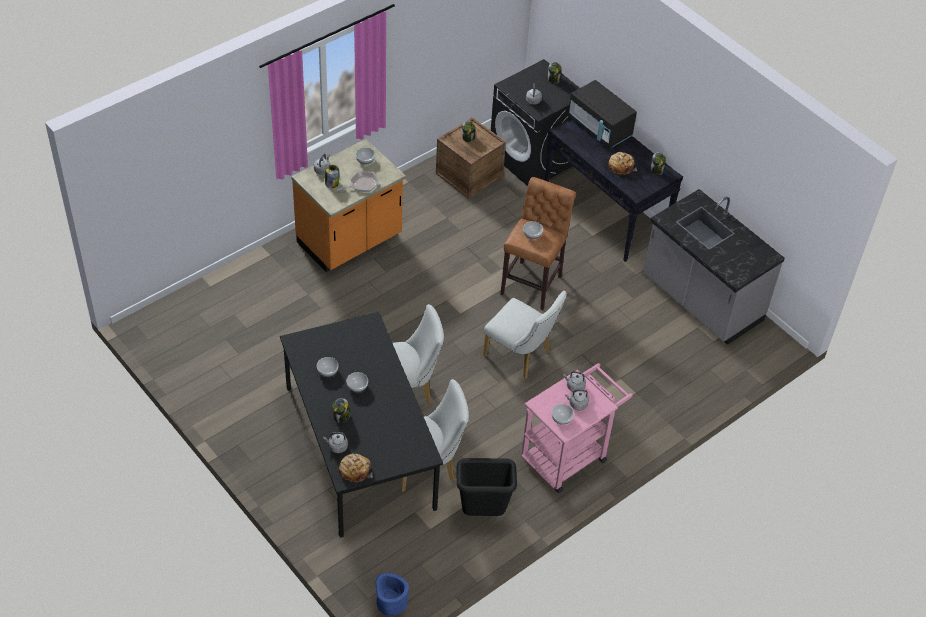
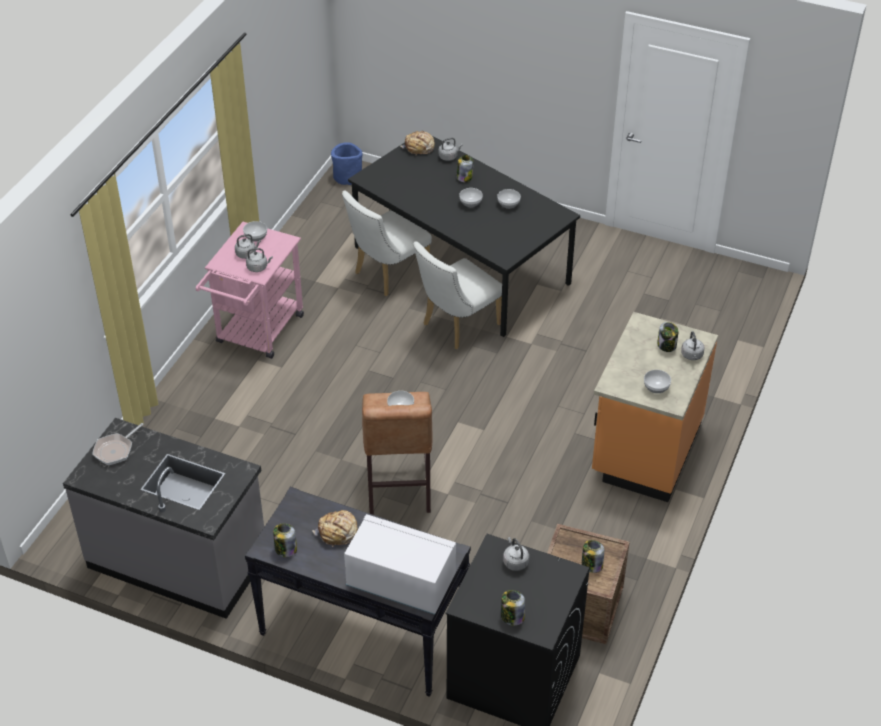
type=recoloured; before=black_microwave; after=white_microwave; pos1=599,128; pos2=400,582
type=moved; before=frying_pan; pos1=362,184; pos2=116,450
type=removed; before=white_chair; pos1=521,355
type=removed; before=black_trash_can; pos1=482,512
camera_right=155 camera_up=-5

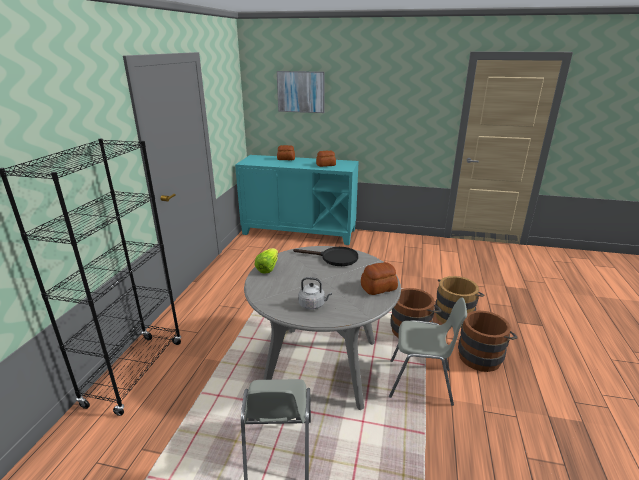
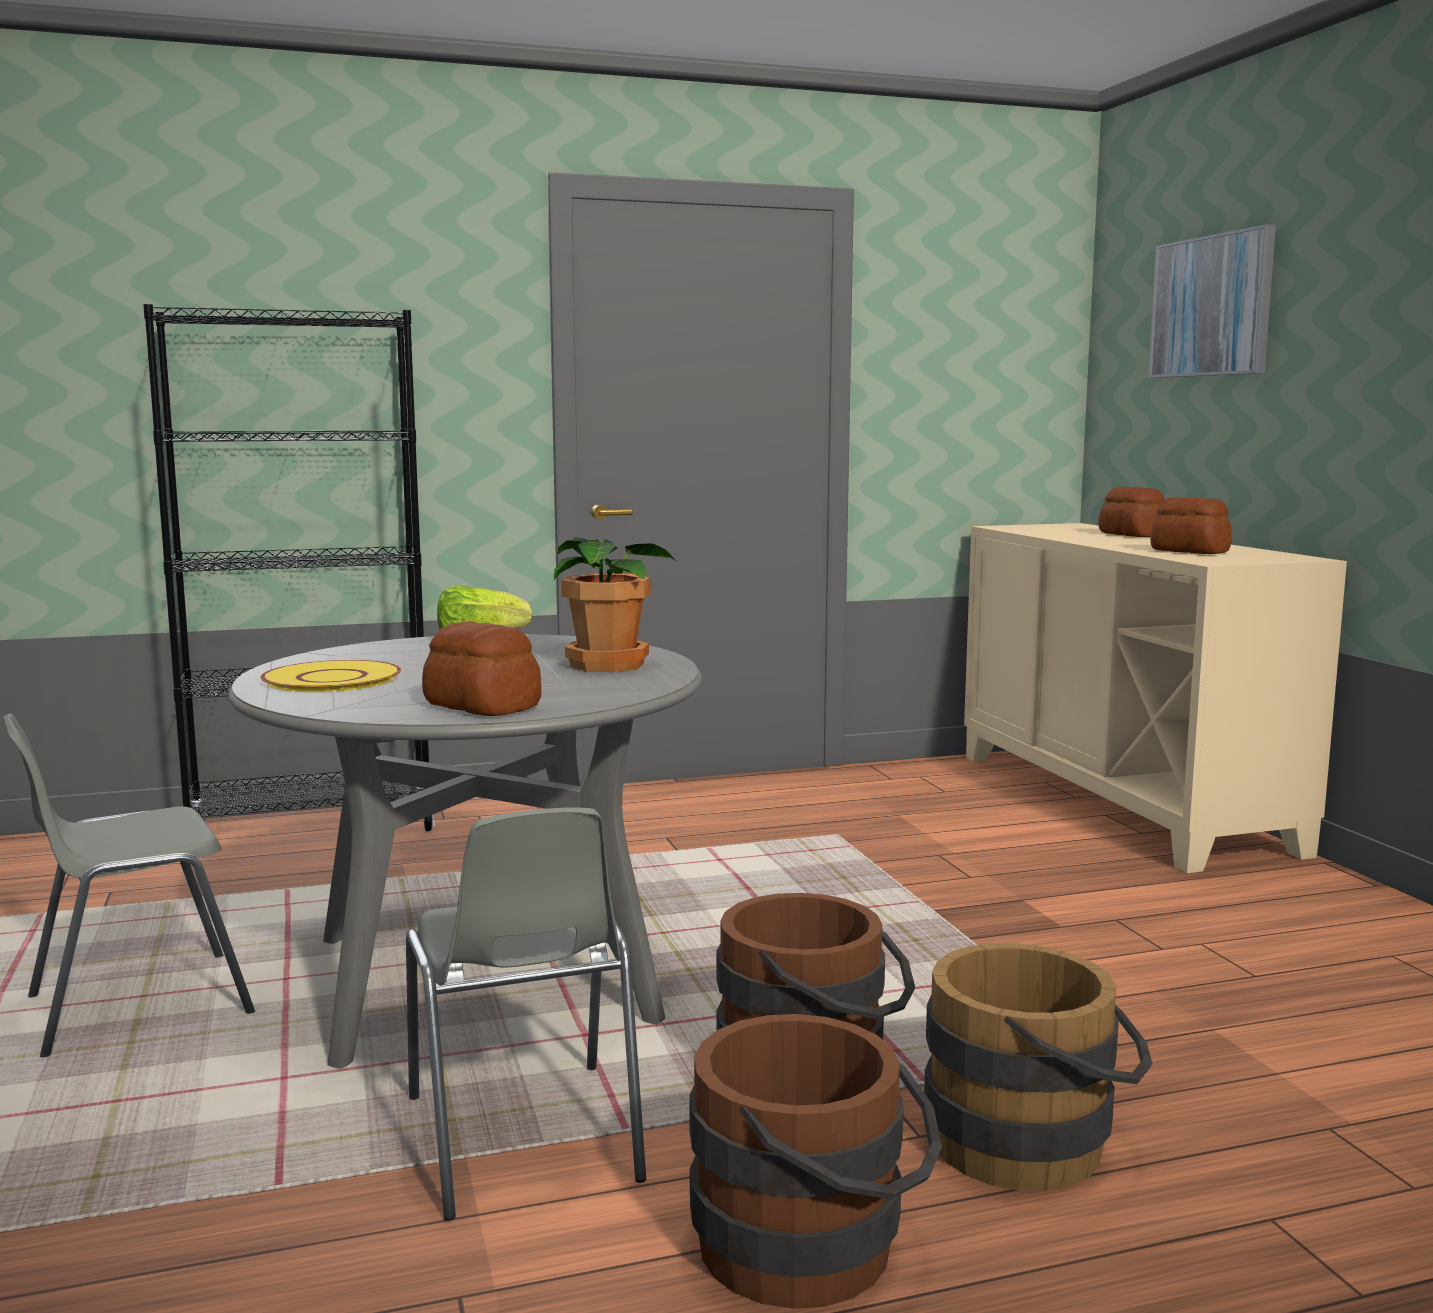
type=recoloured; before=turquoise_cabinet; after=beige_cabinet; pos1=299,231; pos2=1121,801
type=replaced; before=black_frying_pan; after=potted_plant; pos1=334,258; pos2=609,664
type=replaced; before=grey_kettle; after=yellow_plate; pos1=313,305; pos2=333,679
camera_right=60 camera_up=-15

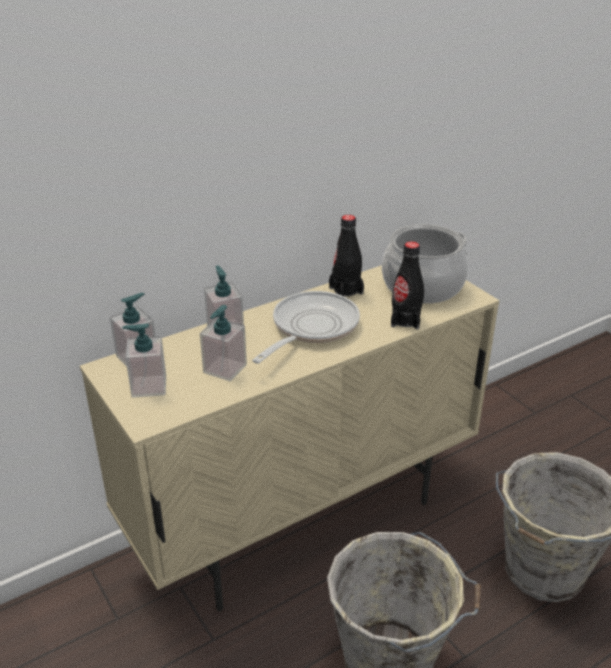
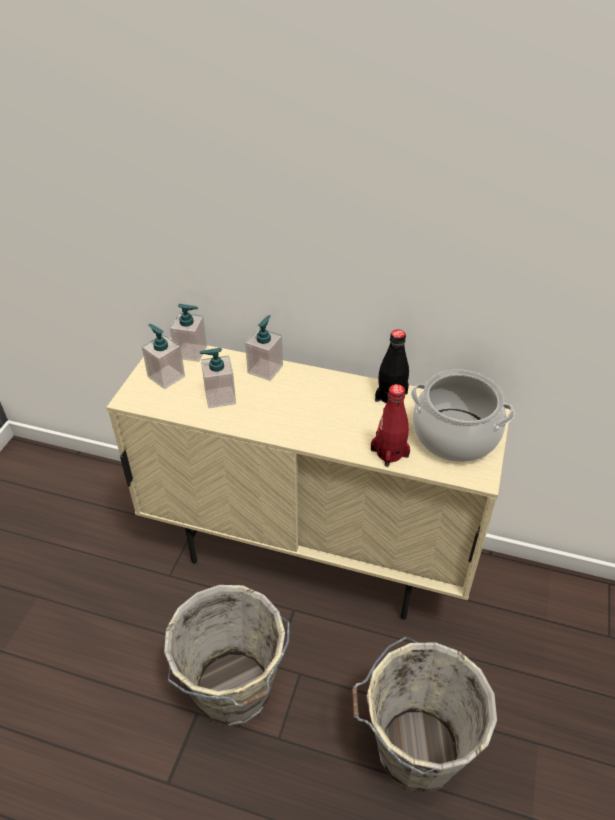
type=recoloured; before=black_bottle; after=red_bottle; pos1=405,320; pos2=389,453
type=removed; before=frying_pan; pos1=310,328
camera_right=50 camera_up=10

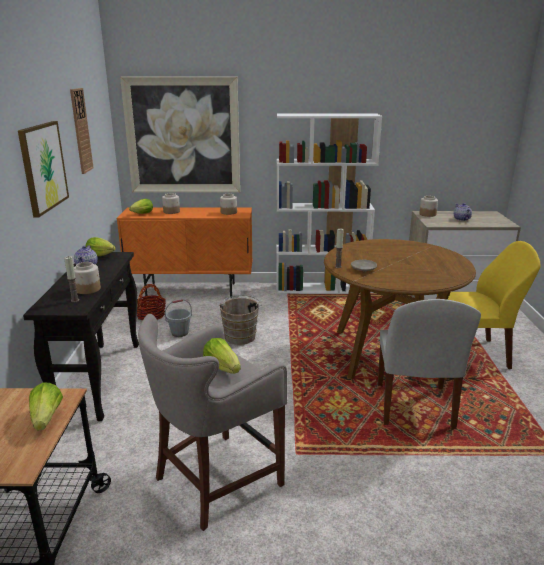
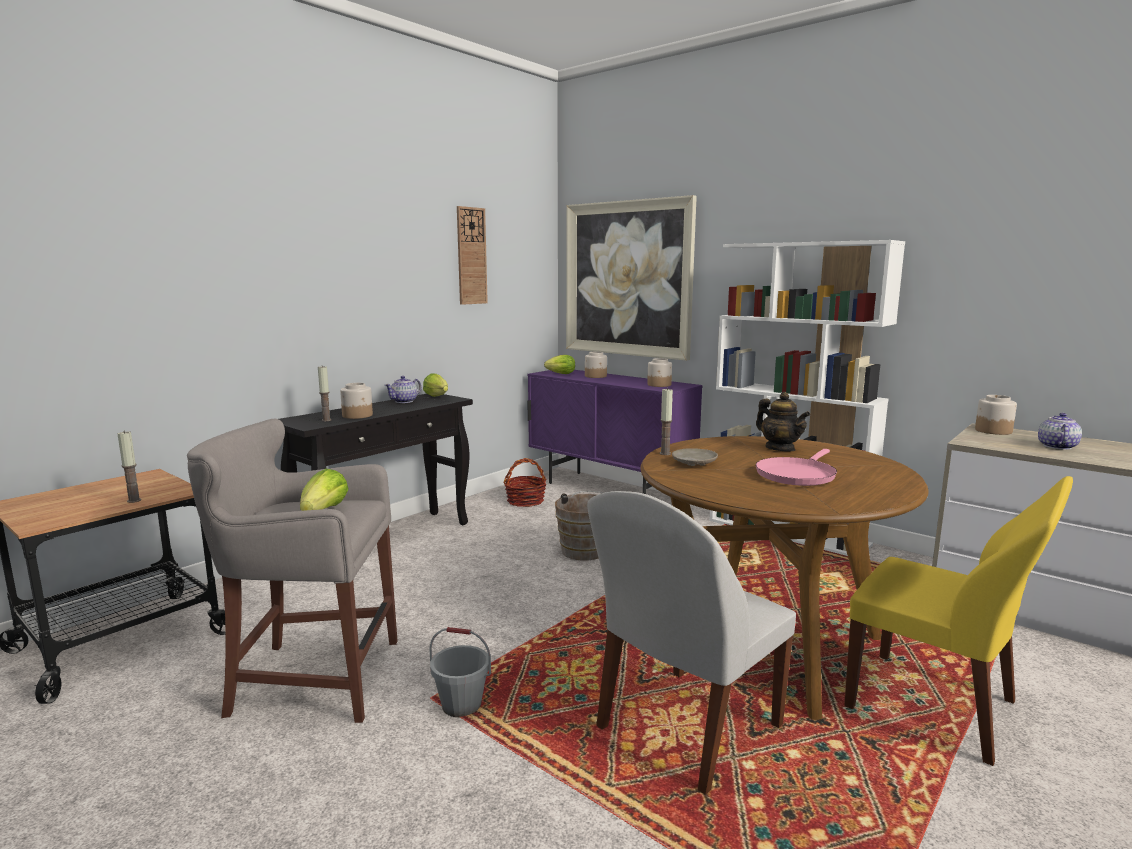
type=removed; before=picture; pos1=43,167
type=recoloured; before=orange_cabinet; after=purple_cabinet; pos1=191,290; pos2=609,489
type=moved; before=grey_bucket; pos1=180,333; pos2=462,705
type=replaced; before=lettuce; after=candle; pos1=46,418; pos2=134,500
type=added; after=teapot; pos2=780,448
type=added; after=pink_frying_pan; pos2=796,475
camera_right=40 camera_up=-10

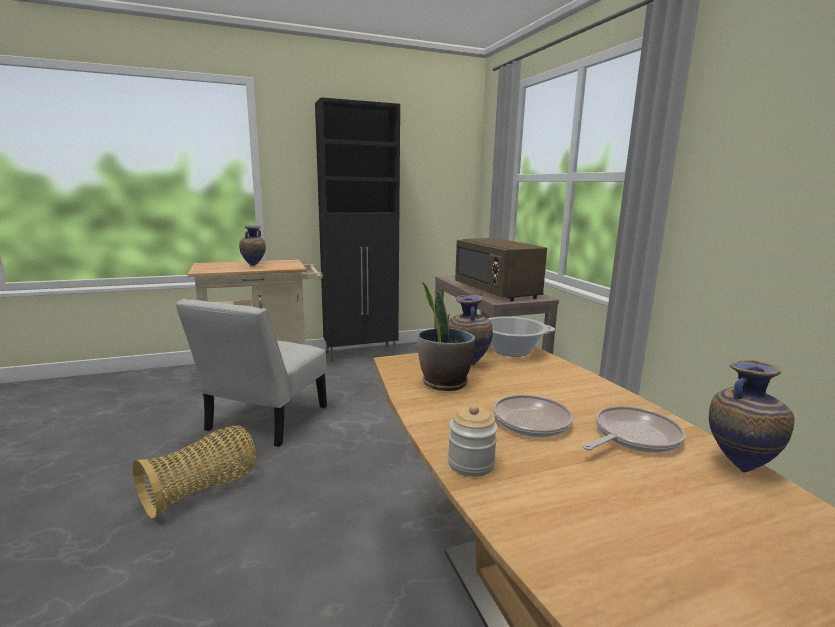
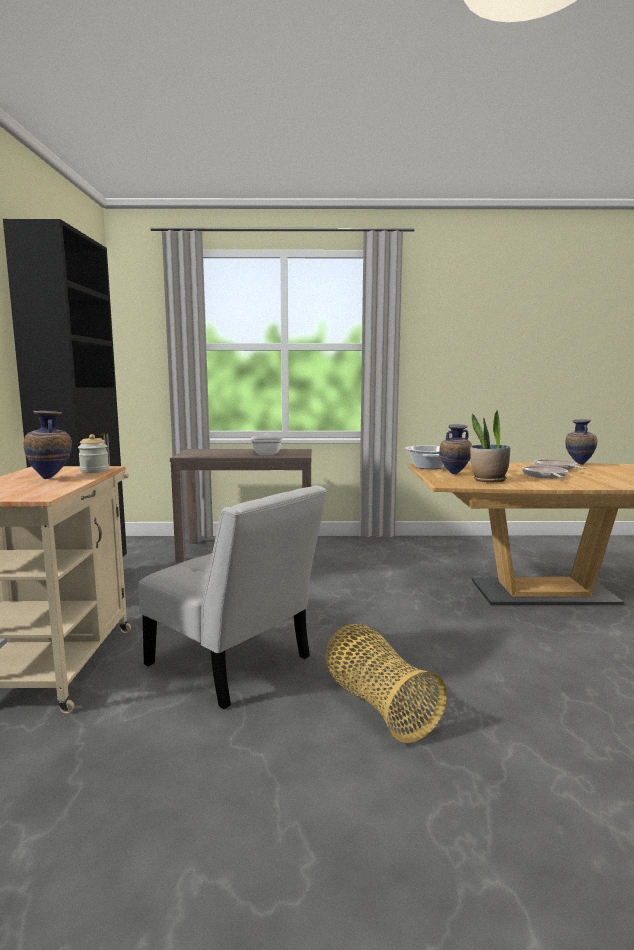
type=replaced; before=brown_microwave; after=frying_pan; pos1=497,291; pos2=267,453
type=moved; before=jar; pos1=471,463; pos2=94,471
camera_right=-70 camera_up=-5

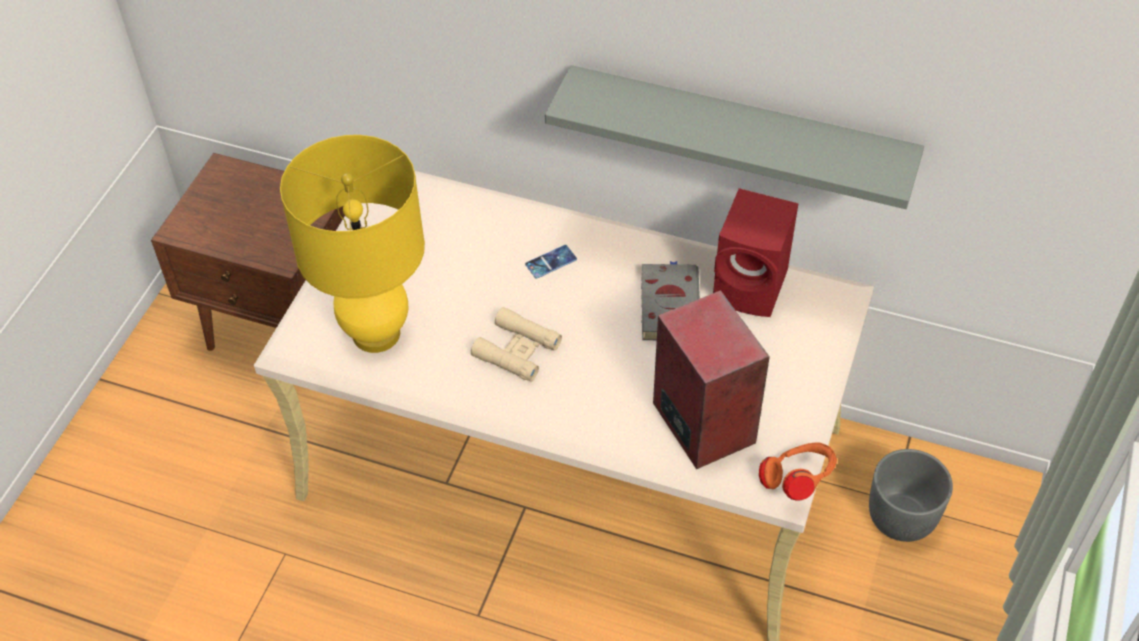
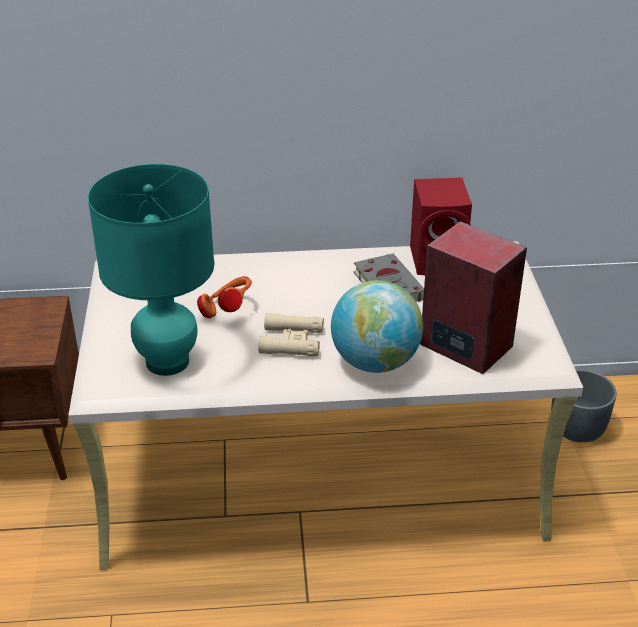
type=removed; before=grey_shelf; pos1=739,134
type=recoloured; before=yellow_table_lamp; after=turquoise_table_lamp; pos1=376,333; pos2=167,362
type=removed; before=phone; pos1=551,262
type=moved; before=orange_headphones; pos1=797,481; pos2=228,311
type=added; after=globe; pos2=375,362
camera_right=-25 camera_up=-15

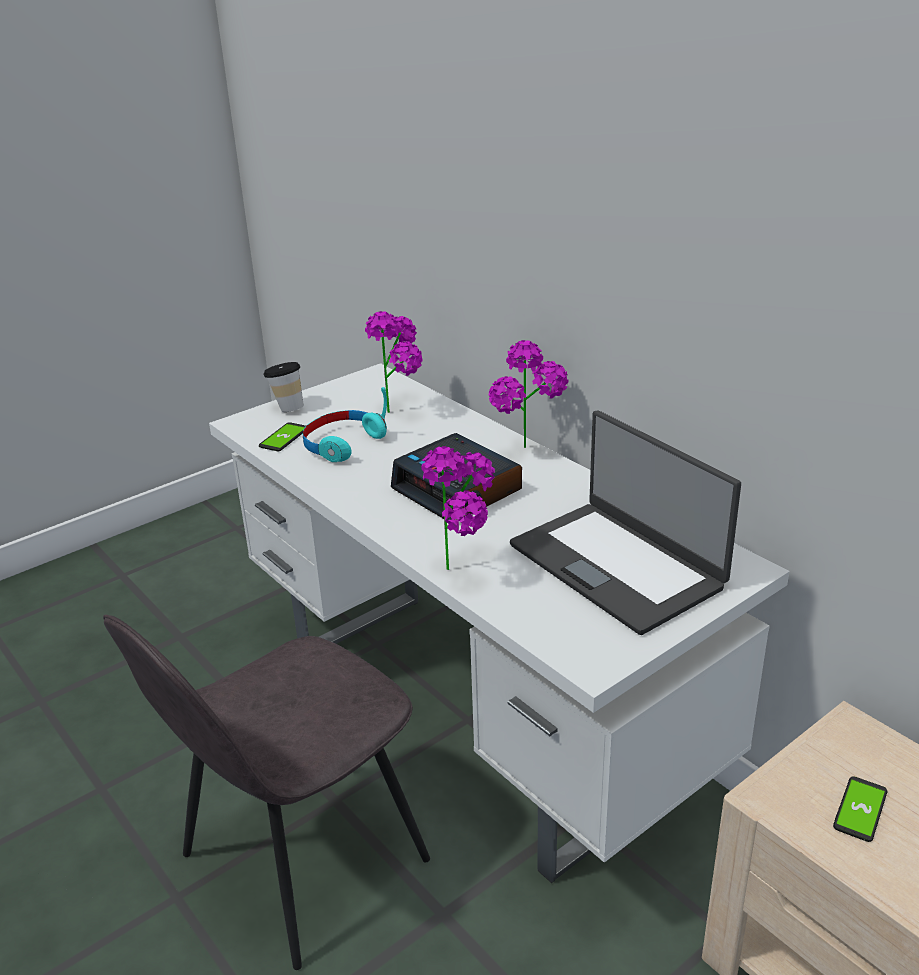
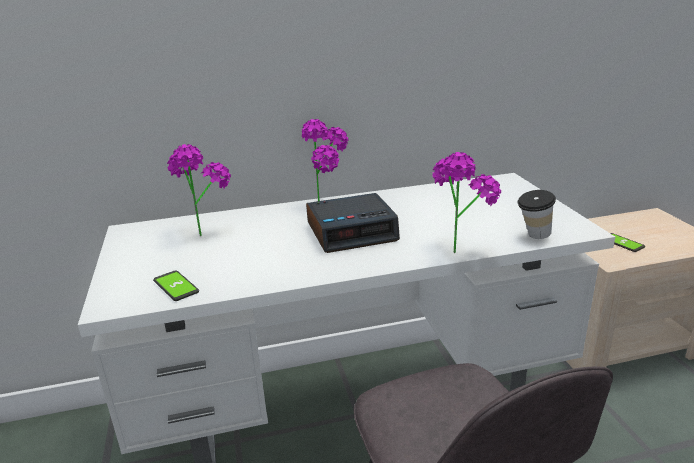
type=moved; before=cup; pos1=287,408; pos2=533,236
type=removed; before=turquoise_headphones; pos1=343,444
type=removed; before=laptop; pos1=617,565
camera_right=-65 camera_up=-5

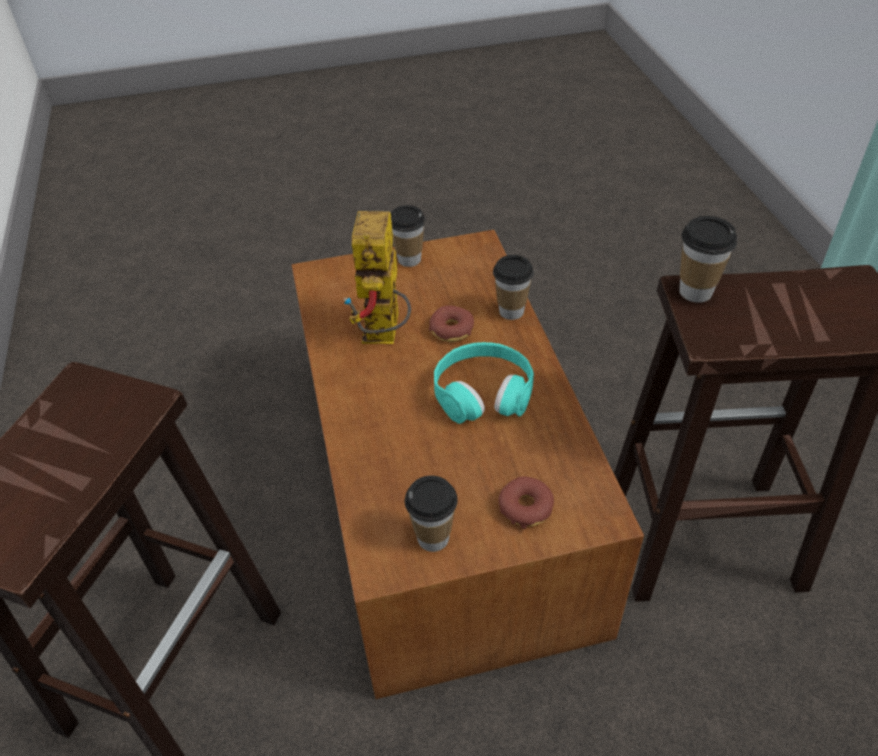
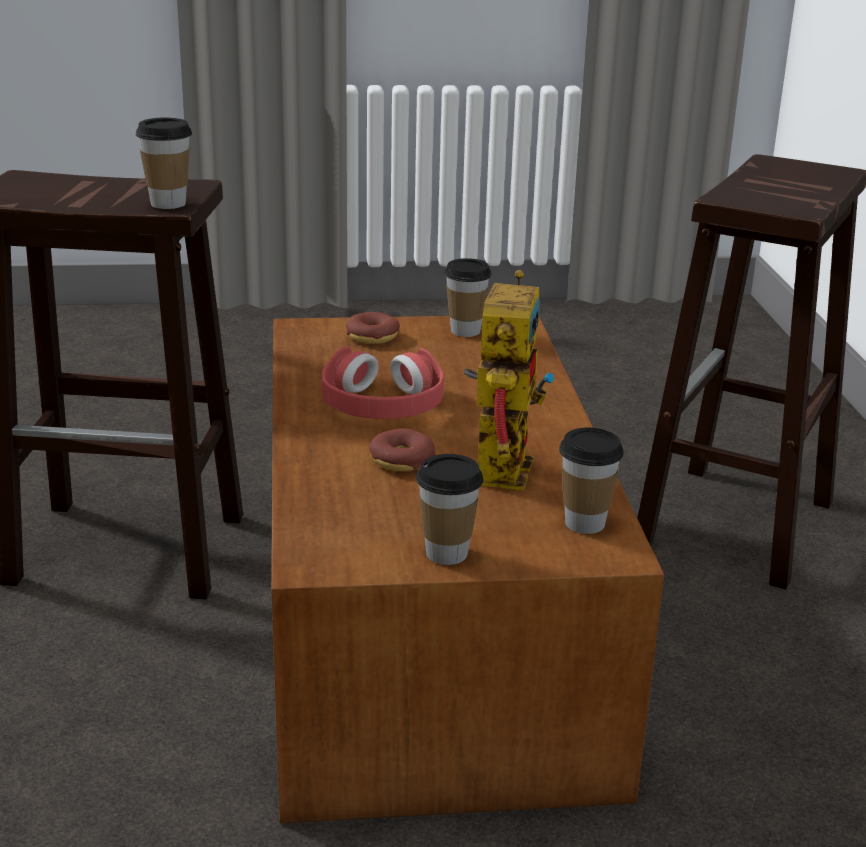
type=moved; before=cup; pos1=511,311; pos2=584,523
type=recoloured; before=turquoise_headphones; after=red_headphones; pos1=483,392; pos2=382,404
camera_right=-175 camera_up=-20

